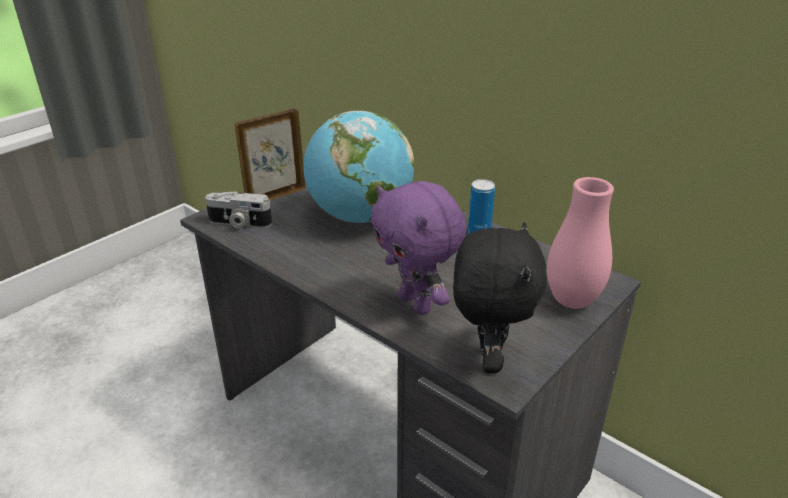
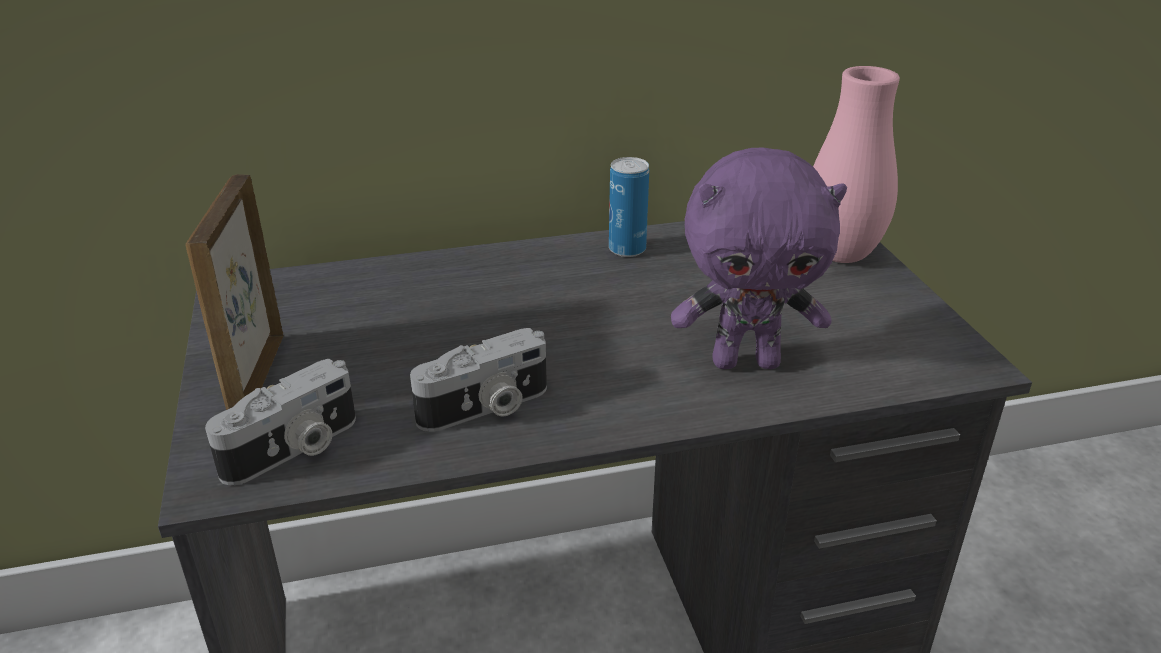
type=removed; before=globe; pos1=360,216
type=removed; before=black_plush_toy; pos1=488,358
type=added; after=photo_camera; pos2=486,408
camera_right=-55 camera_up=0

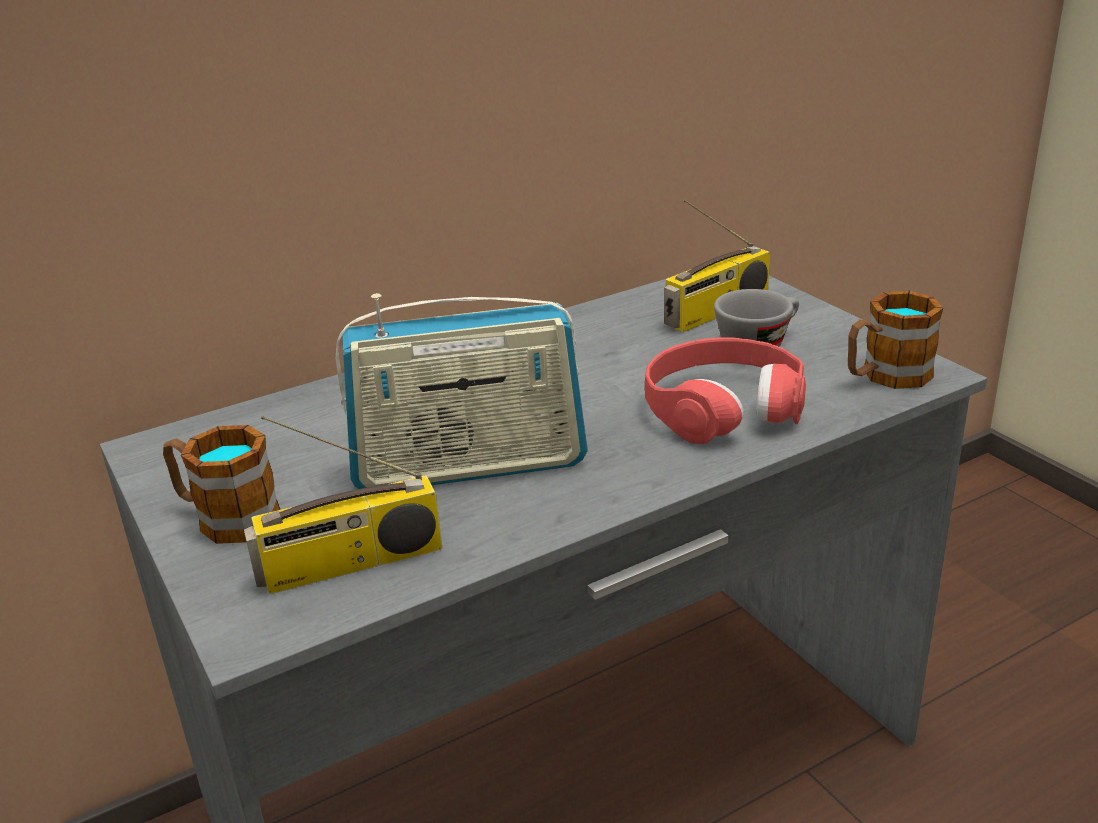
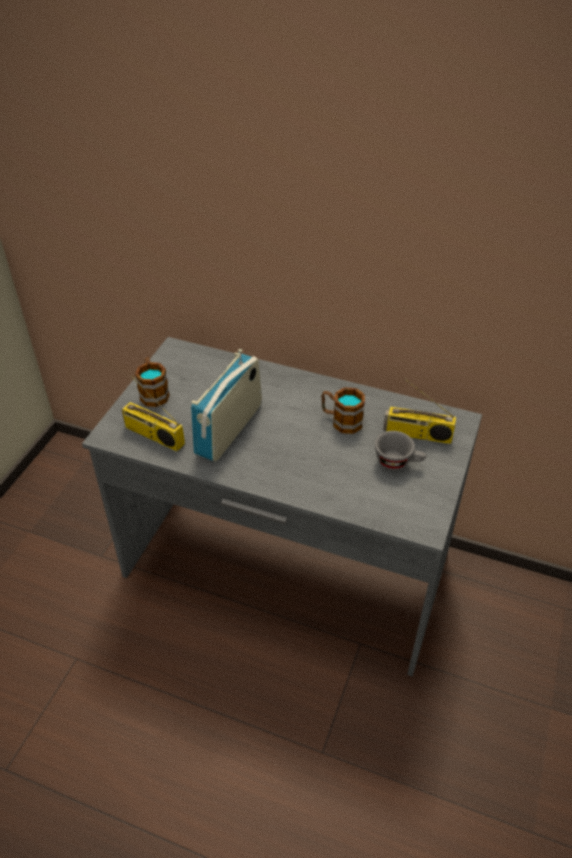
type=moved; before=mug; pos1=885,376; pos2=341,421
type=turned; before=radio; pos1=469,466; pos2=229,429; turn=75
type=removed; before=red_headphones; pos1=723,407
camera_right=50 camera_up=15

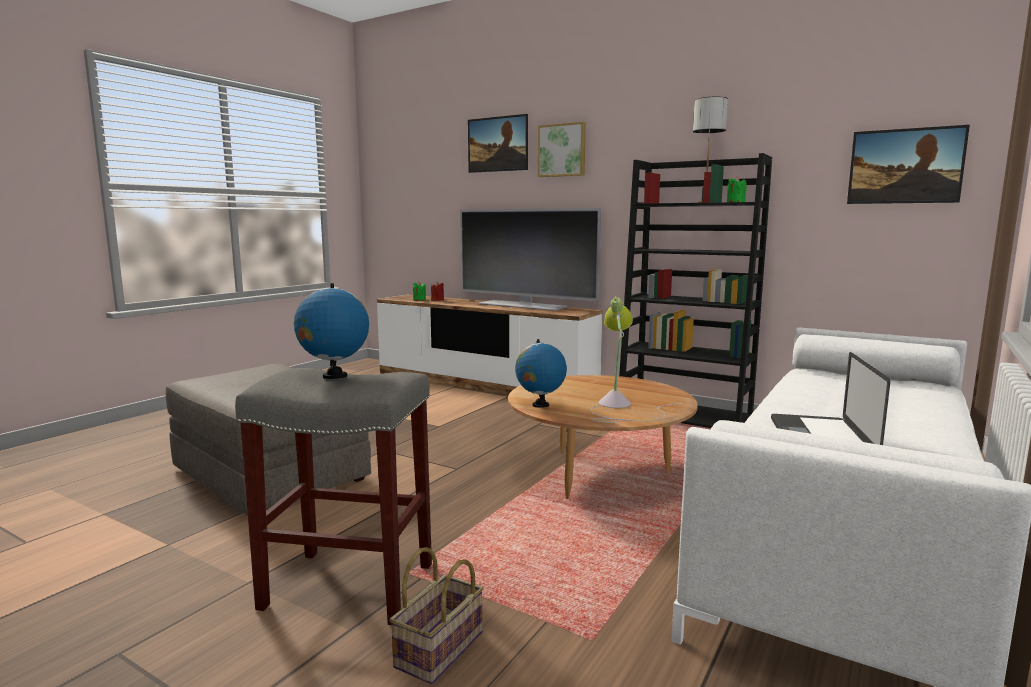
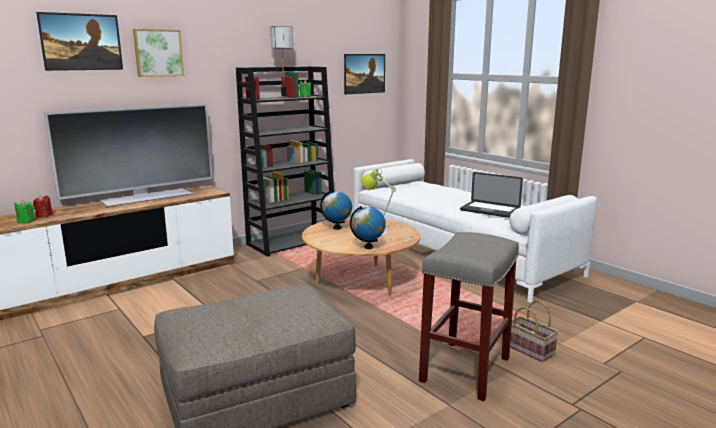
type=moved; before=globe; pos1=334,376; pos2=337,228
camera_right=-70 camera_up=5

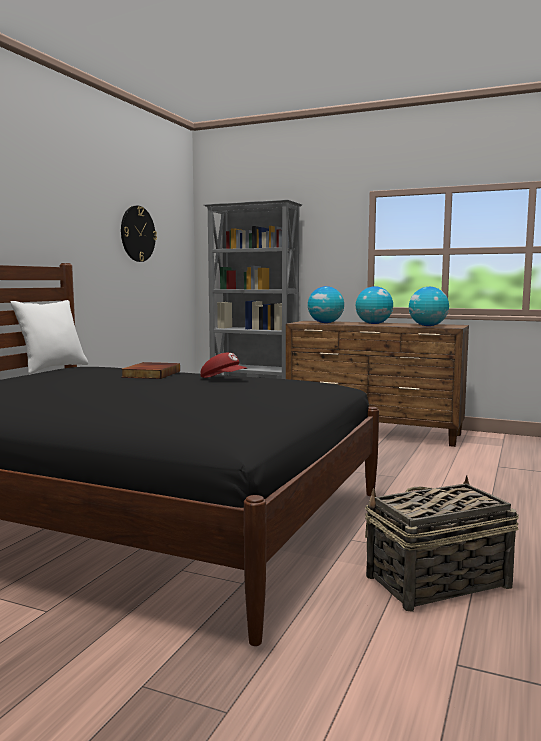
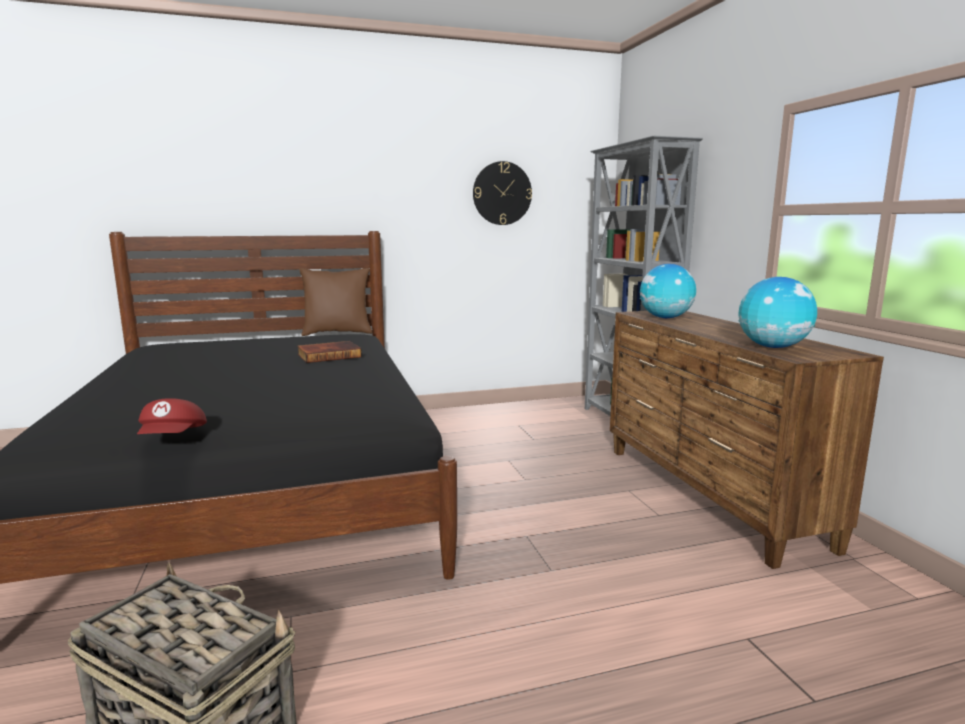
type=removed; before=globe; pos1=374,324
type=recoloured; before=white_pillow; after=brown_pillow; pos1=52,368; pos2=337,333
type=moved; before=red_cap; pos1=223,379; pos2=174,438
camera_right=50 camera_up=5

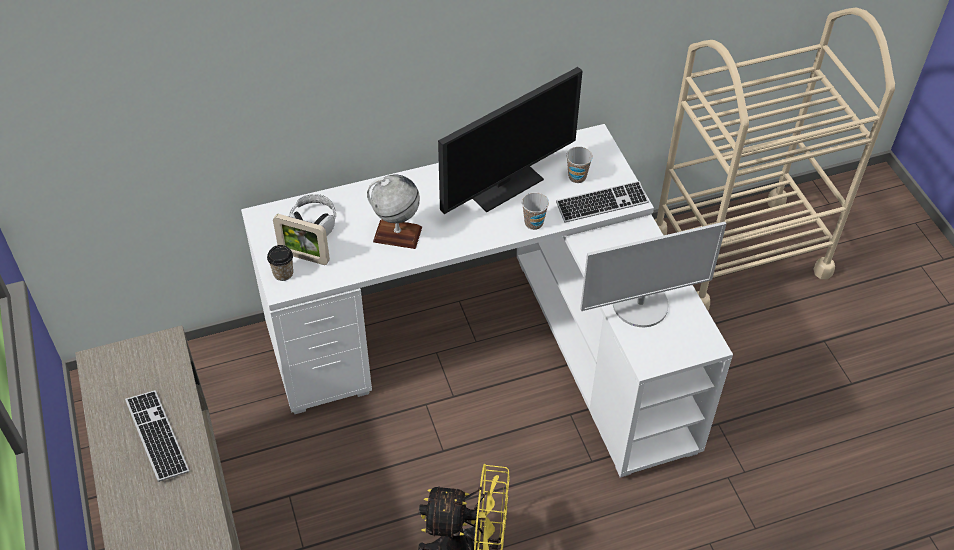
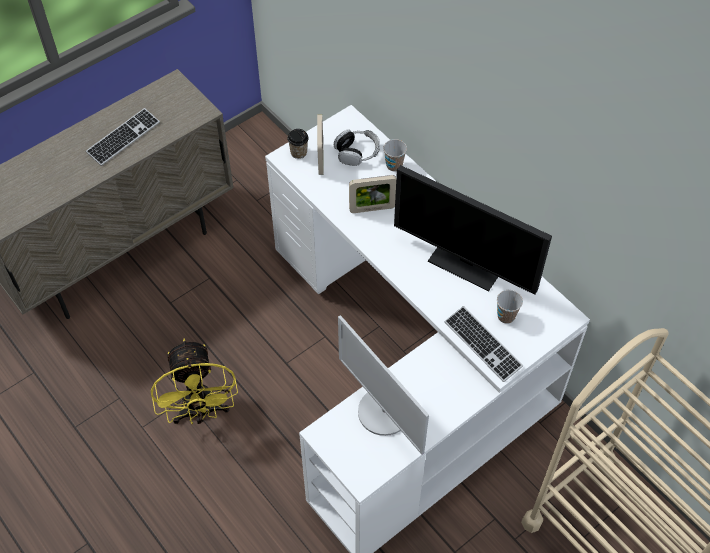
type=replaced; before=globe; after=picture_frame; pos1=397,234; pos2=372,209
type=moved; before=cup; pos1=533,223; pos2=394,165
camera_right=70 camera_up=5

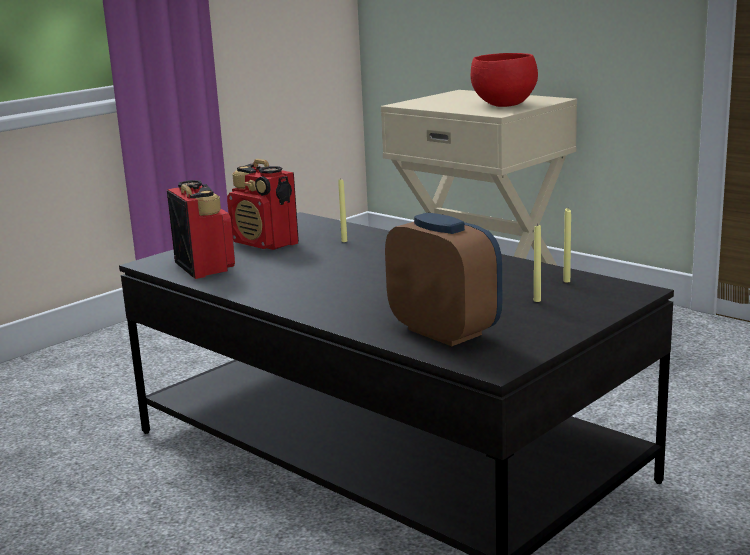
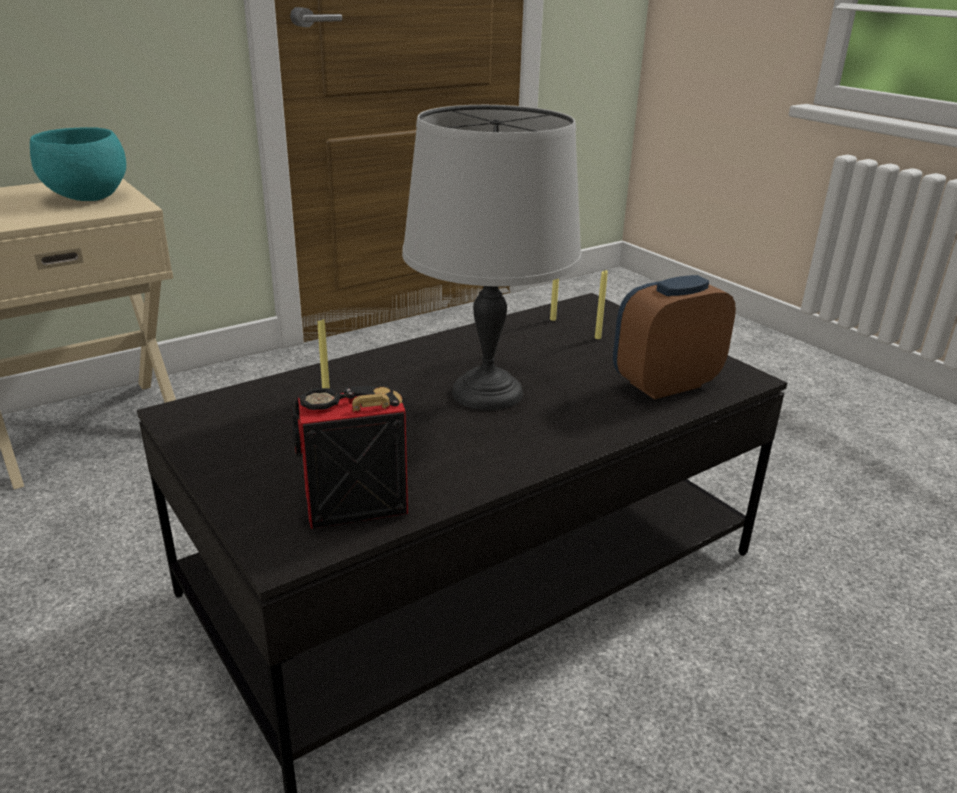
type=recoloured; before=red_bowl; after=turquoise_bowl; pos1=504,105; pos2=88,198
type=removed; before=radio; pos1=265,243
type=added; after=grey_table_lamp; pos2=486,392
camera_right=-80 camera_up=10

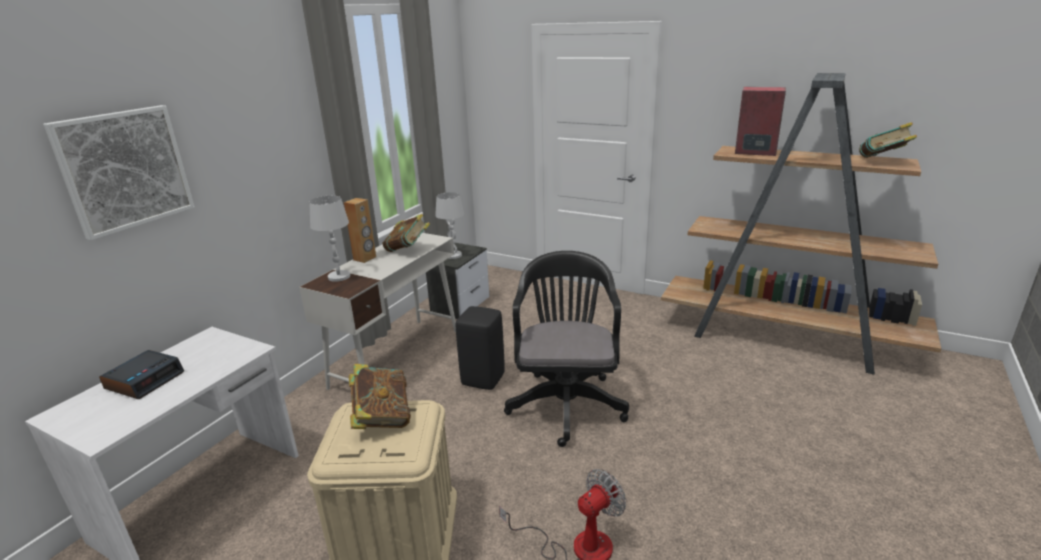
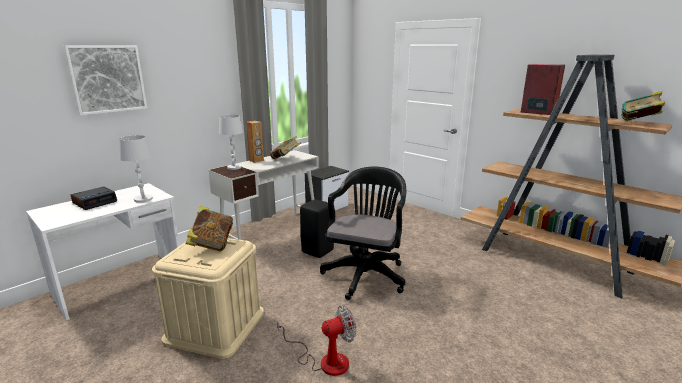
type=moved; before=white_table_lamp; pos1=453,255; pos2=143,199
camera_right=15 camera_up=-5

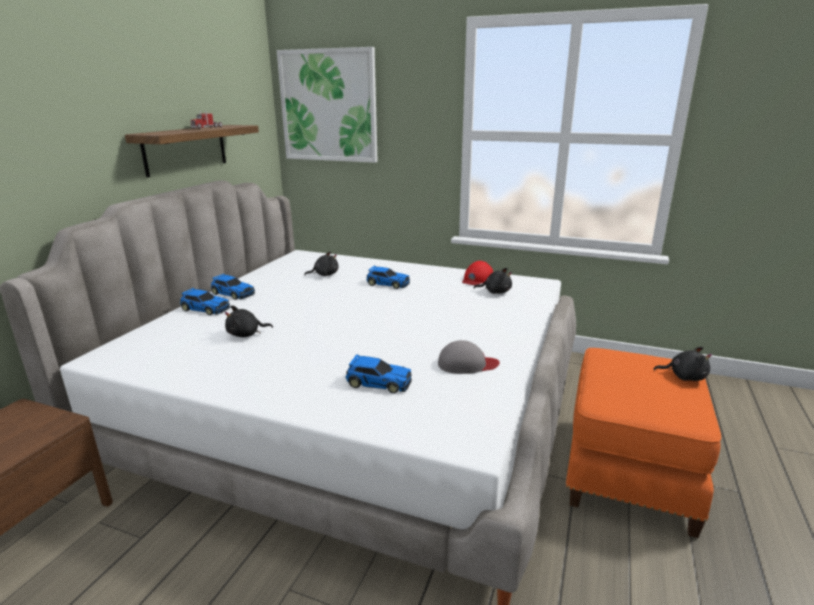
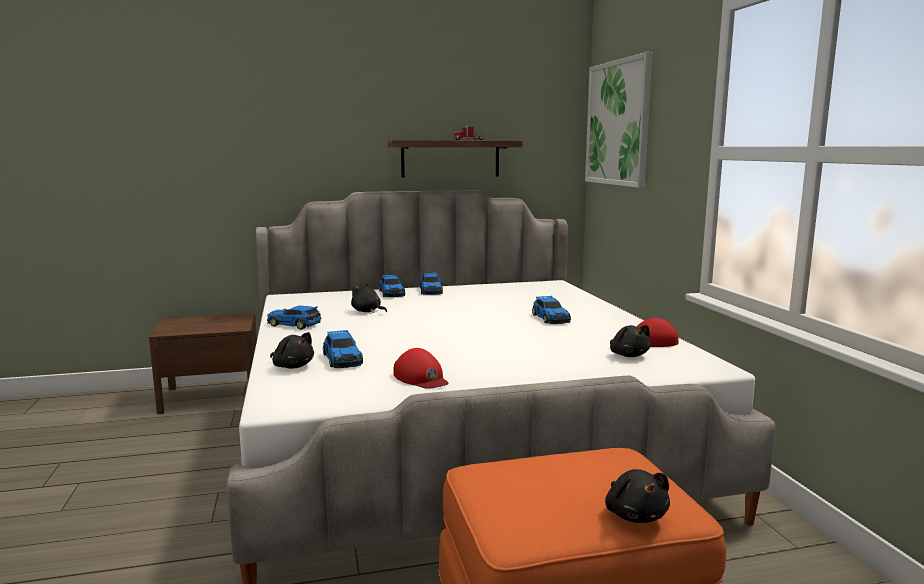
type=moved; before=black_plush_toy; pos1=324,275; pos2=292,366
type=recoloured; before=grey_cap; after=red_cap; pos1=467,364; pos2=421,378
type=added; after=toy_car; pos2=295,325
camera_right=55 camera_up=-10

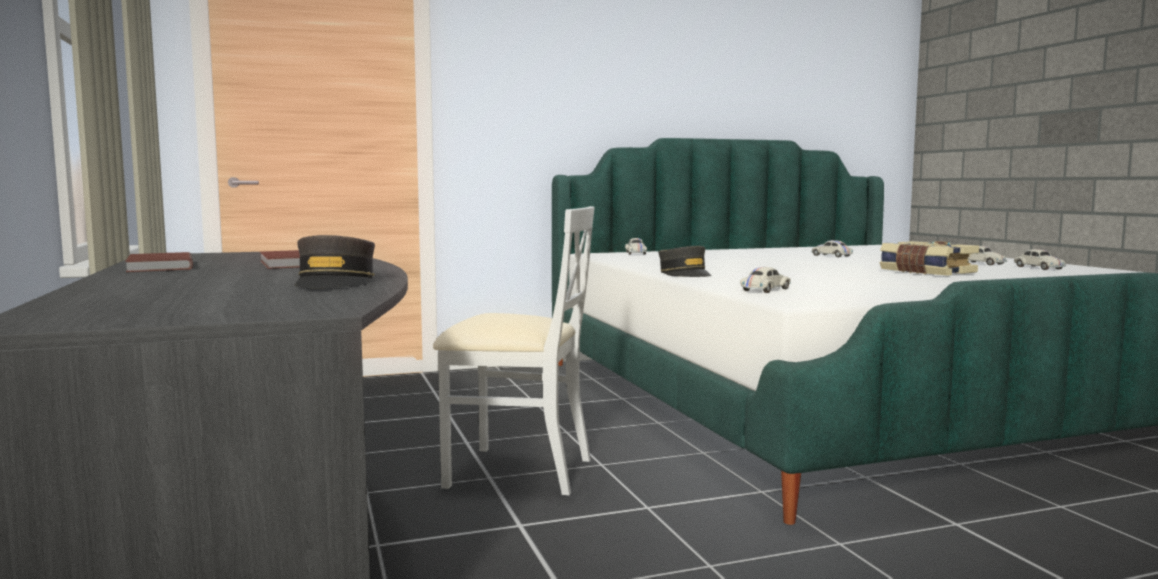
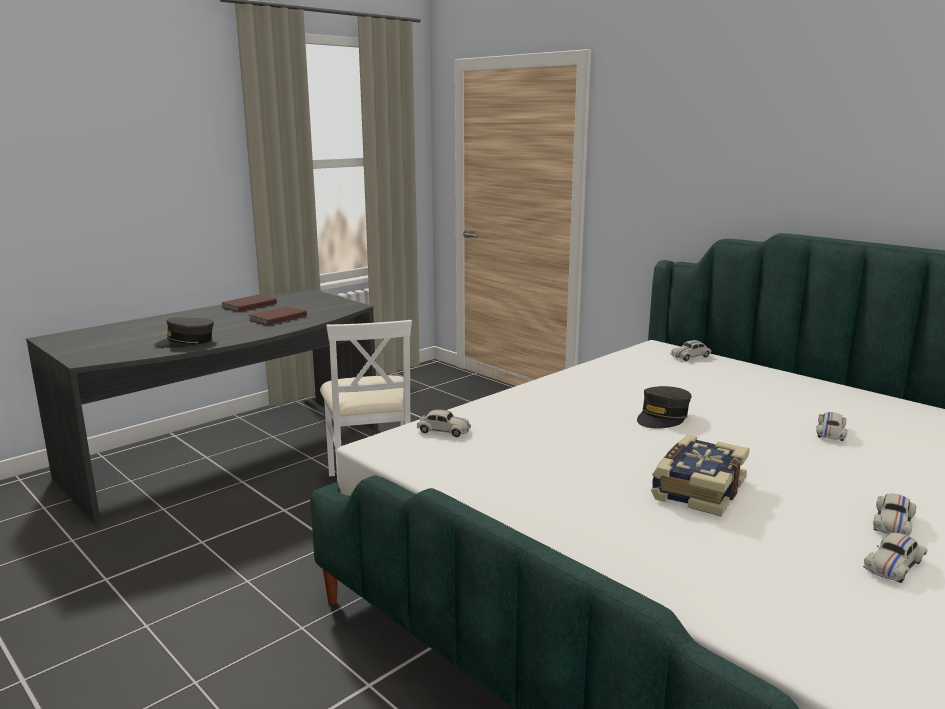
type=moved; before=grey_cap; pos1=685,274; pos2=662,417
camera_right=65 camera_up=10

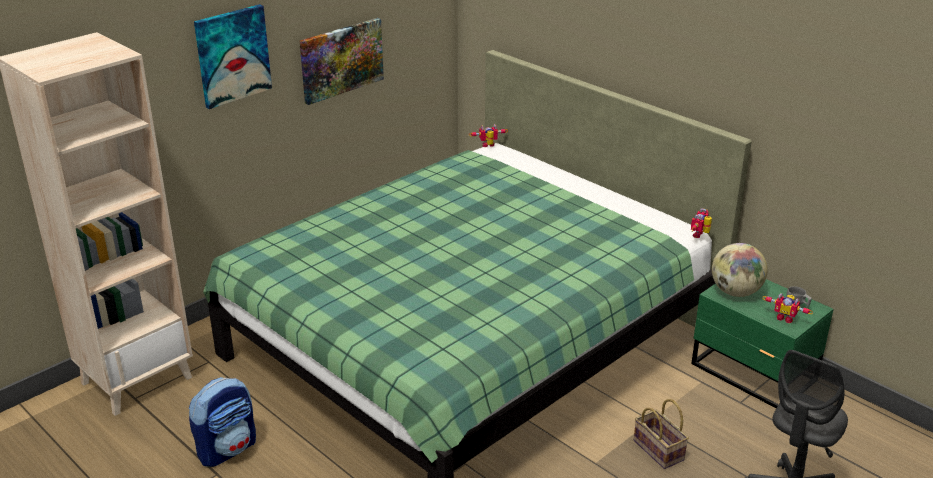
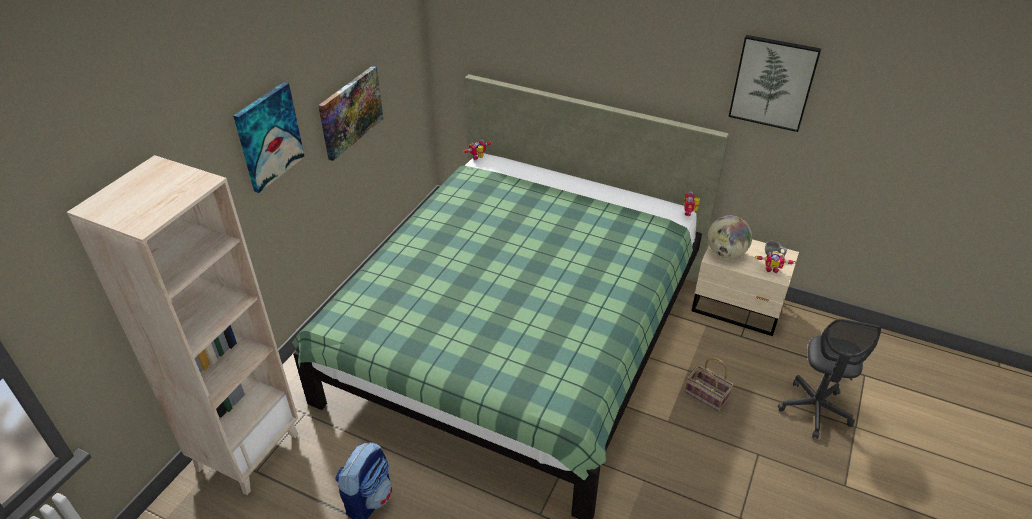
type=recoloured; before=green_nightstand; after=beige_nightstand; pos1=753,374; pos2=738,308
type=added; after=picture; pos2=773,83
camera_right=-20 camera_up=10

